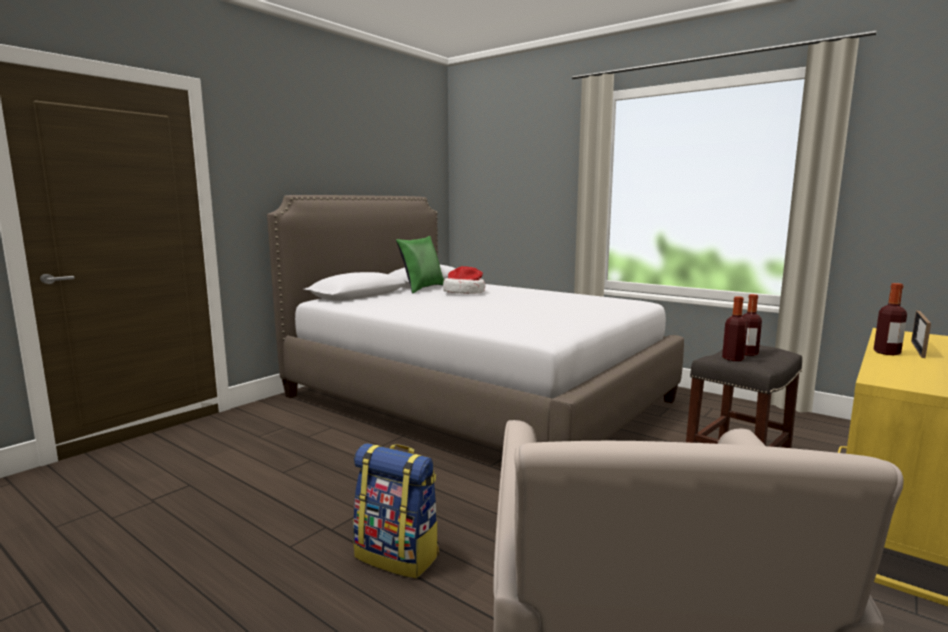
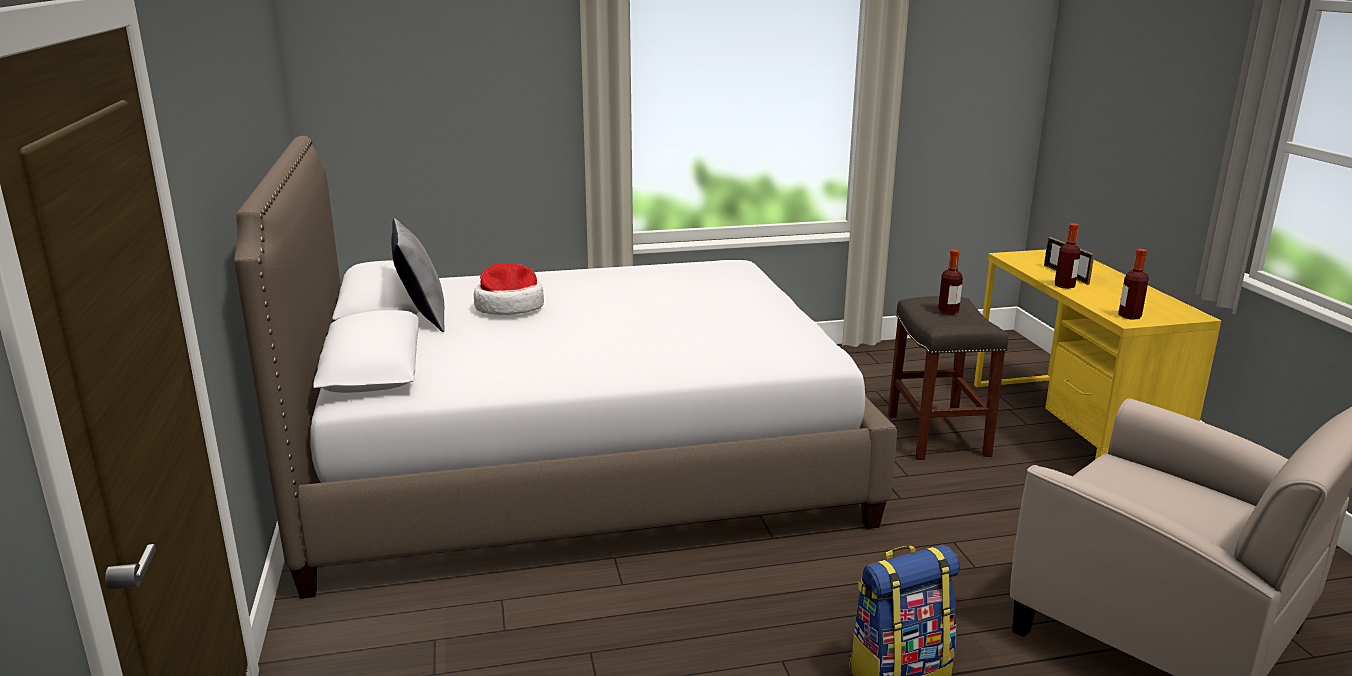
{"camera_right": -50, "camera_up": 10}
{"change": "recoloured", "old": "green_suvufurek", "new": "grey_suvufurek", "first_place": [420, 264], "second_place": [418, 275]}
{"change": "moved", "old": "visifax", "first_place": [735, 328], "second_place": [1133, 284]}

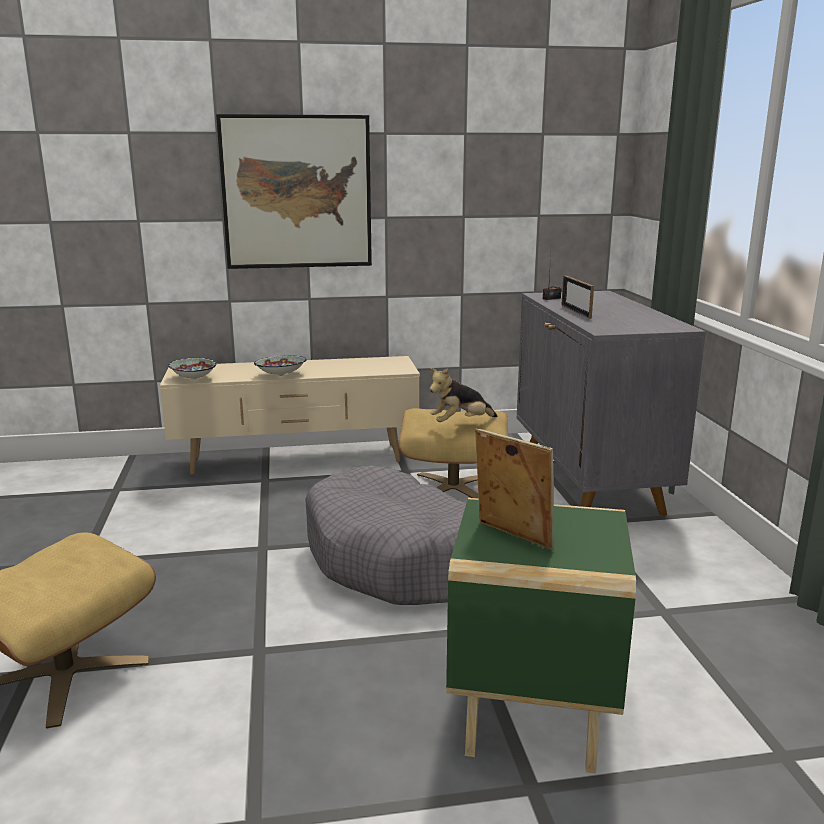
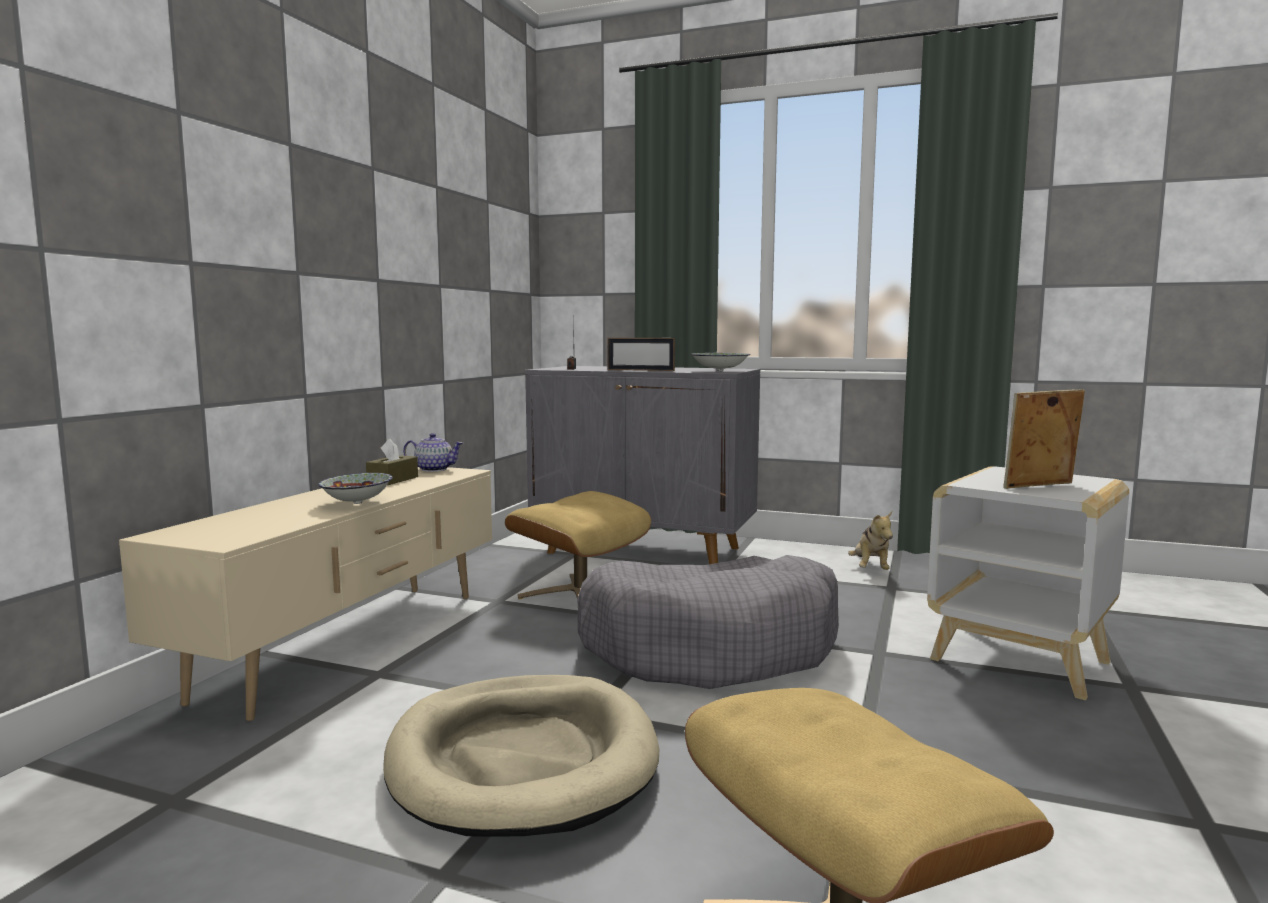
{"camera_right": -60, "camera_up": -10}
{"change": "added", "new": "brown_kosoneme", "second_place": [392, 462]}
{"change": "added", "new": "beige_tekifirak", "second_place": [521, 756]}
{"change": "added", "new": "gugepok", "second_place": [433, 452]}
{"change": "moved", "old": "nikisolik", "first_place": [192, 368], "second_place": [720, 362]}
{"change": "moved", "old": "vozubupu", "first_place": [463, 395], "second_place": [870, 540]}
{"change": "recoloured", "old": "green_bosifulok", "new": "white_bosifulok", "first_place": [541, 636], "second_place": [1028, 583]}
{"change": "removed", "old": "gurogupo", "first_place": [294, 191]}

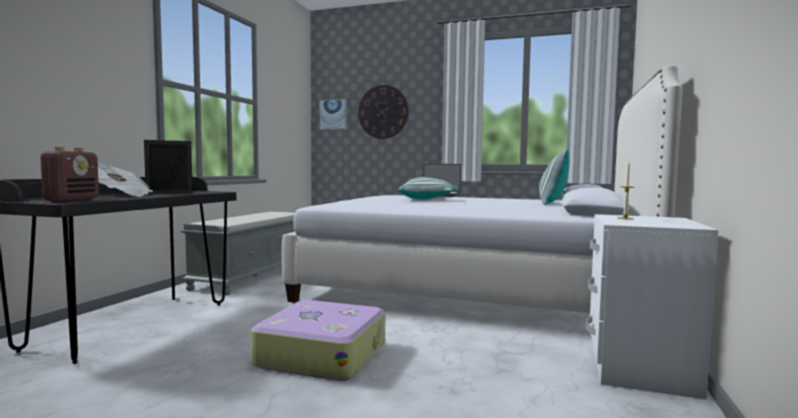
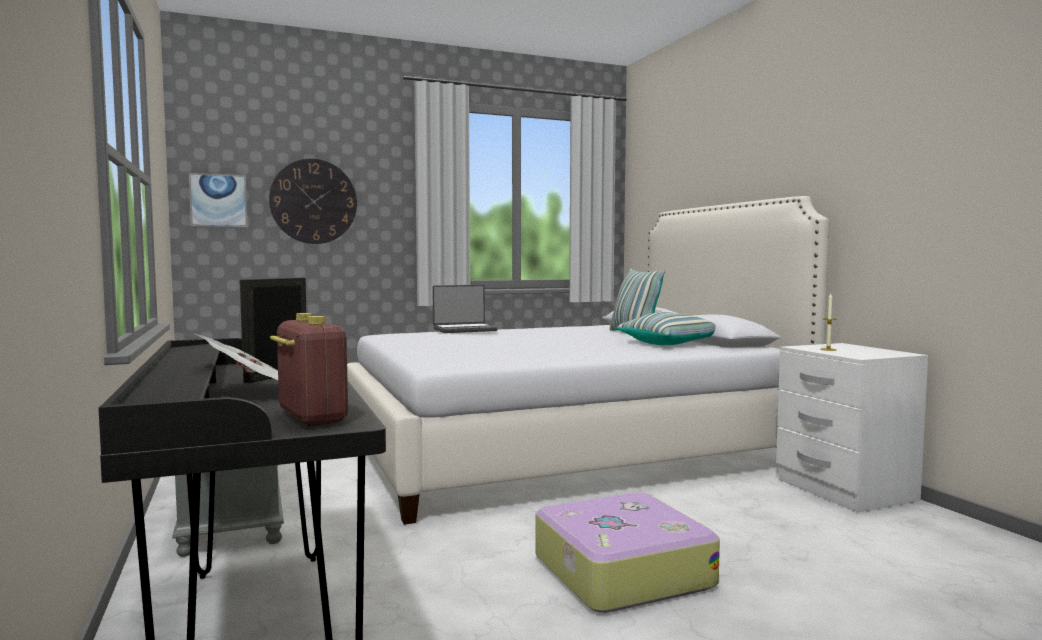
{"camera_right": -40, "camera_up": 0}
{"change": "moved", "old": "suvufurek", "first_place": [427, 188], "second_place": [666, 328]}

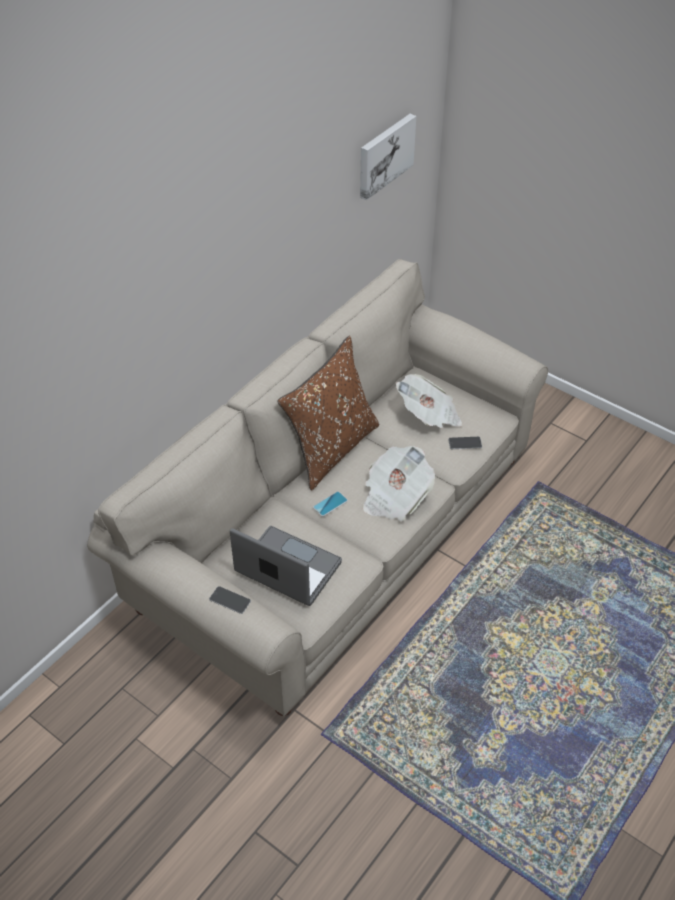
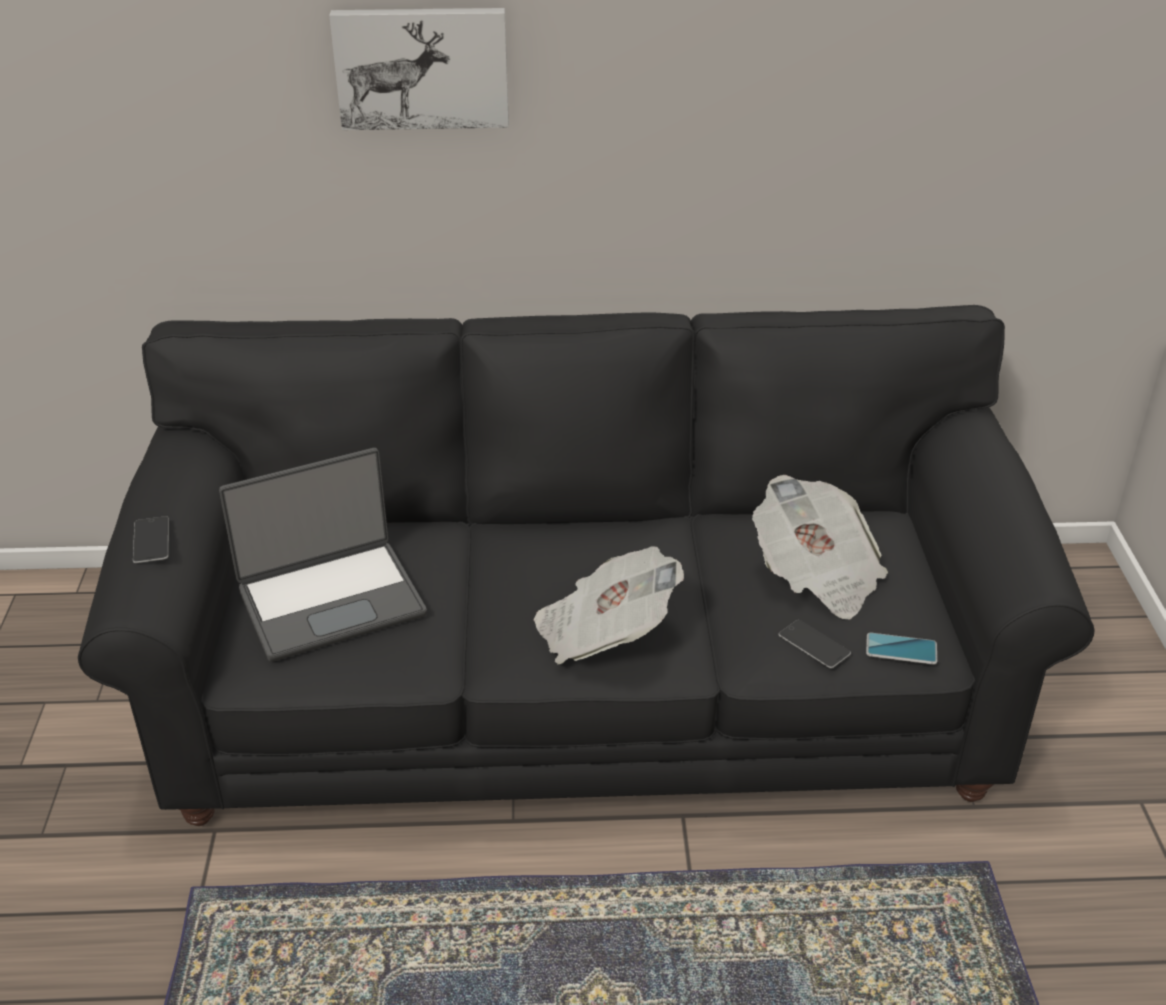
{"camera_right": 50, "camera_up": -10}
{"change": "recoloured", "old": "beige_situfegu", "new": "black_situfegu", "first_place": [317, 488], "second_place": [586, 565]}
{"change": "turned", "old": "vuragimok", "first_place": [286, 566], "second_place": [323, 555], "degrees": 75}
{"change": "moved", "old": "gurogupo", "first_place": [388, 157], "second_place": [419, 69]}
{"change": "moved", "old": "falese", "first_place": [330, 504], "second_place": [901, 648]}
{"change": "removed", "old": "brown_suvufurek", "first_place": [328, 413]}

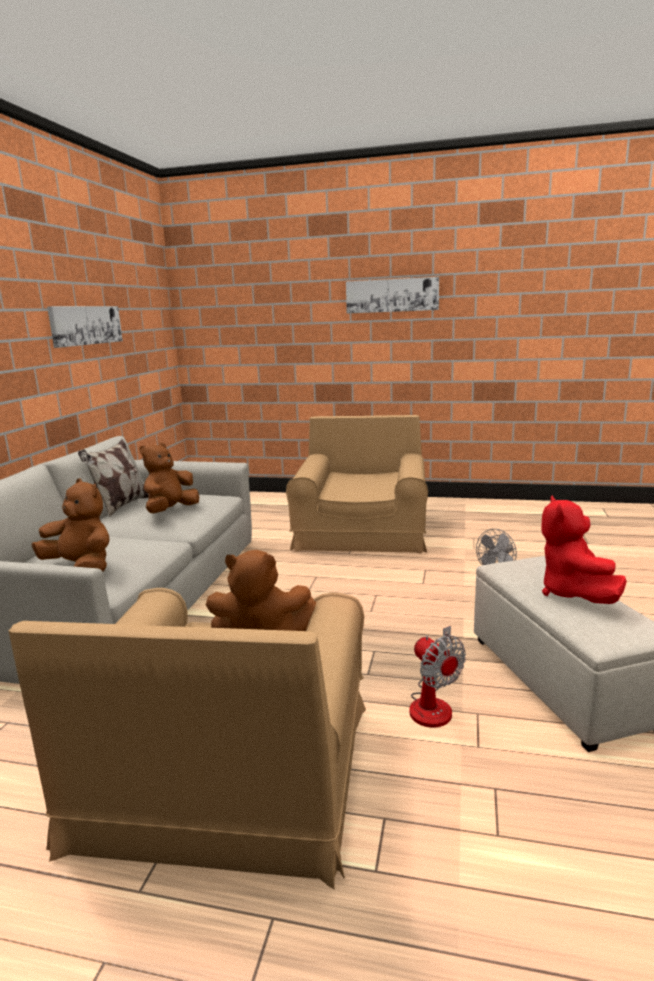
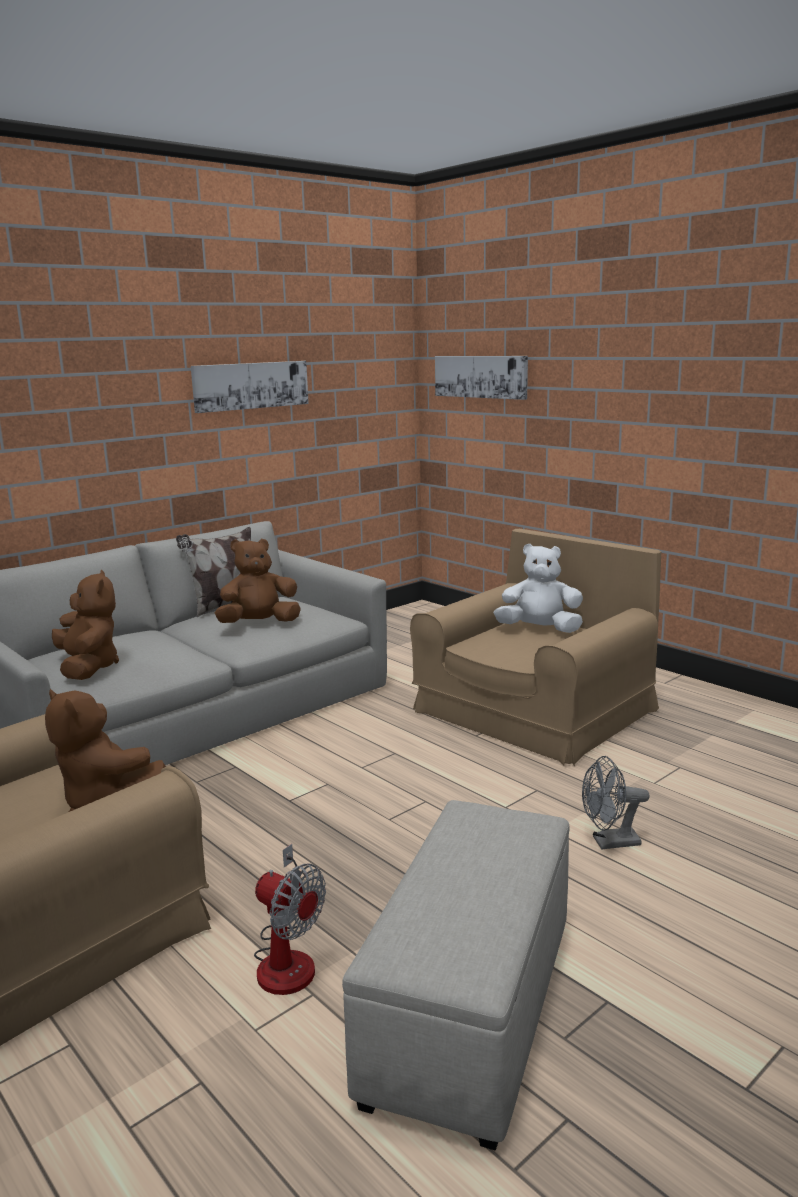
{"camera_right": 35, "camera_up": 0}
{"change": "turned", "old": "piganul", "first_place": [437, 677], "second_place": [290, 919], "degrees": -60}
{"change": "moved", "old": "gurogupo", "first_place": [392, 295], "second_place": [481, 378]}
{"change": "added", "new": "white_vozubupu", "second_place": [538, 588]}
{"change": "removed", "old": "red_vozubupu", "first_place": [584, 549]}

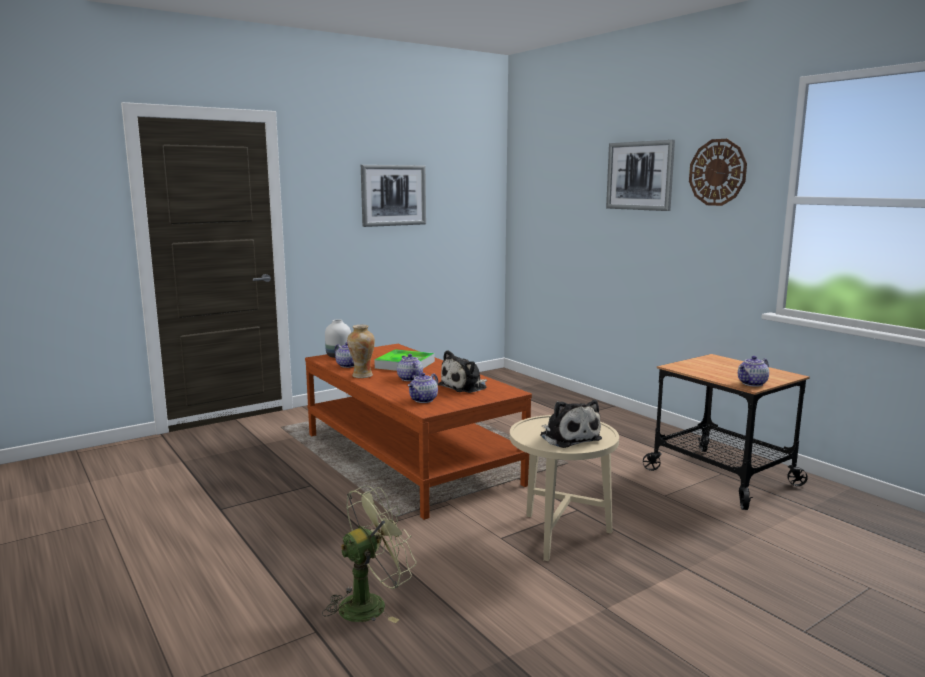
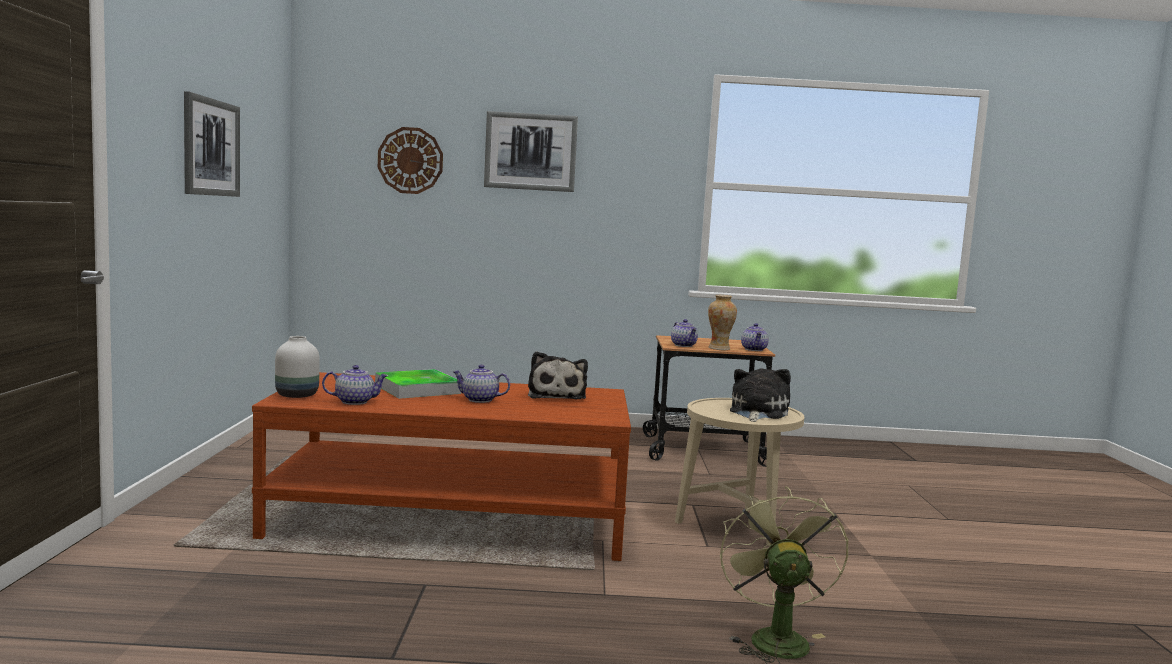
{"camera_right": -55, "camera_up": -5}
{"change": "moved", "old": "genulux", "first_place": [718, 172], "second_place": [410, 160]}
{"change": "moved", "old": "gugepok", "first_place": [423, 388], "second_place": [684, 333]}
{"change": "moved", "old": "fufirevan", "first_place": [361, 351], "second_place": [722, 322]}
{"change": "turned", "old": "vozubupu", "first_place": [571, 424], "second_place": [760, 395], "degrees": -75}

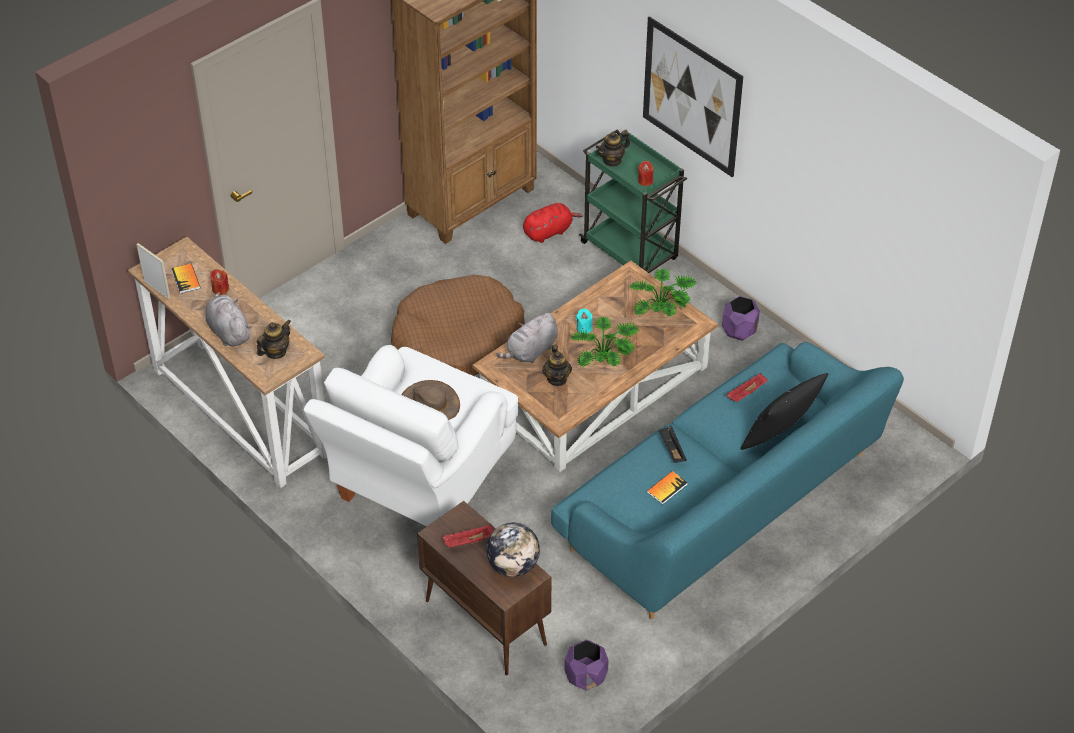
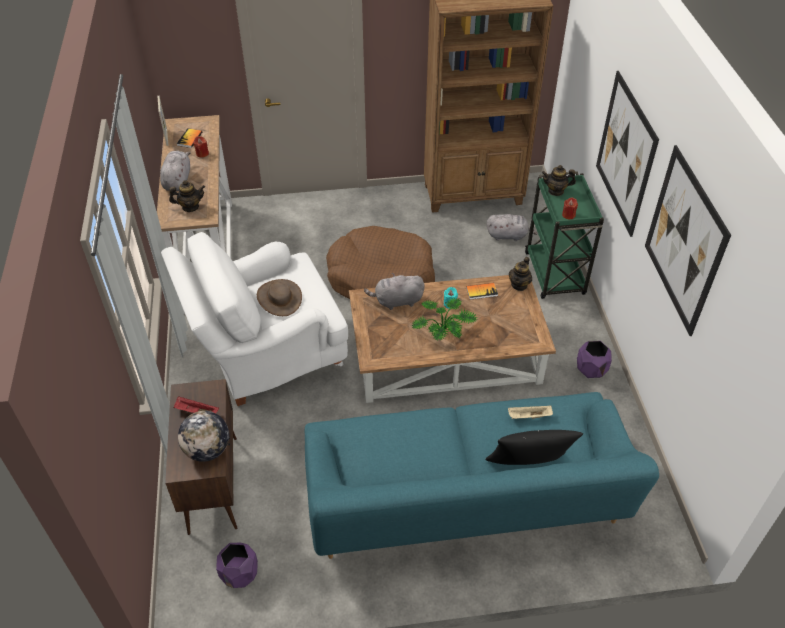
{"camera_right": 35, "camera_up": 0}
{"change": "moved", "old": "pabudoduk", "first_place": [667, 487], "second_place": [482, 291]}
{"change": "recoloured", "old": "red_vozubupu", "new": "grey_vozubupu", "first_place": [553, 223], "second_place": [512, 227]}
{"change": "recoloured", "old": "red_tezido", "new": "beige_tezido", "first_place": [747, 387], "second_place": [530, 412]}
{"change": "moved", "old": "gugepok", "first_place": [557, 365], "second_place": [520, 274]}
{"change": "added", "new": "gurogupo", "second_place": [688, 240]}
{"change": "removed", "old": "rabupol", "first_place": [663, 292]}
{"change": "removed", "old": "black_tezido", "first_place": [672, 444]}

